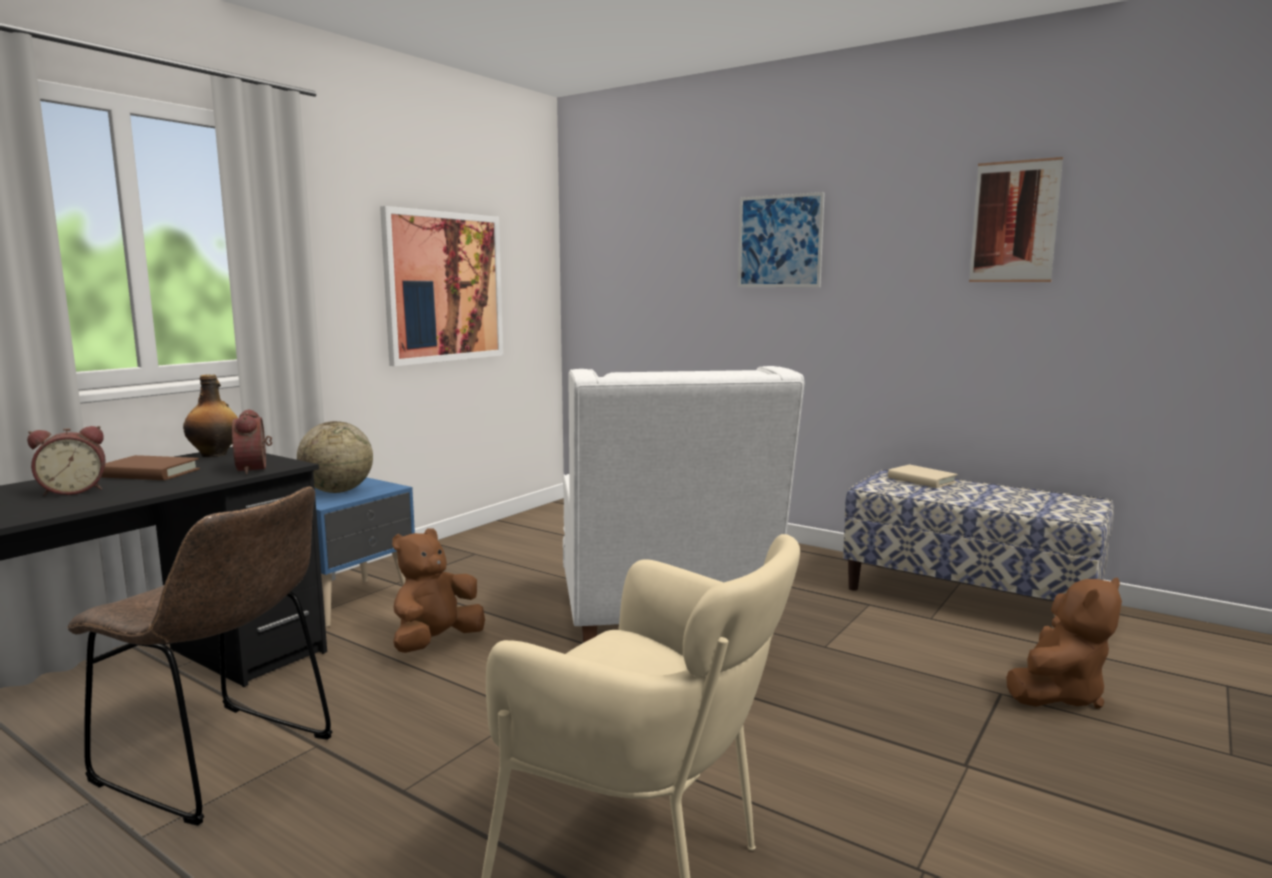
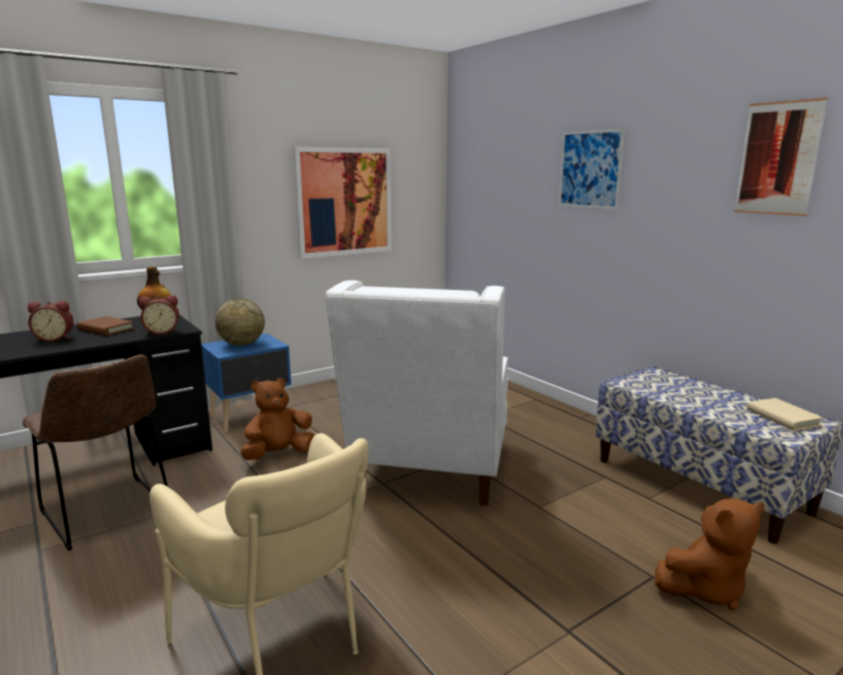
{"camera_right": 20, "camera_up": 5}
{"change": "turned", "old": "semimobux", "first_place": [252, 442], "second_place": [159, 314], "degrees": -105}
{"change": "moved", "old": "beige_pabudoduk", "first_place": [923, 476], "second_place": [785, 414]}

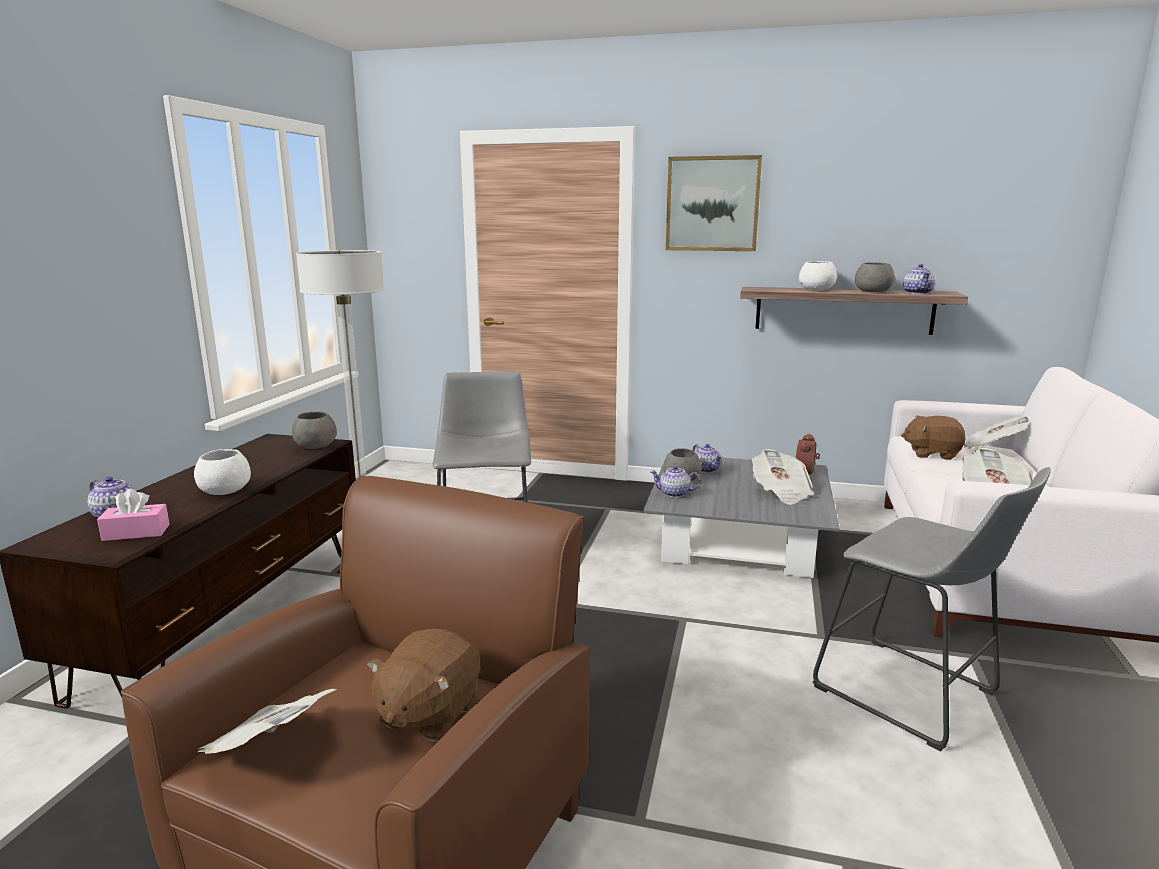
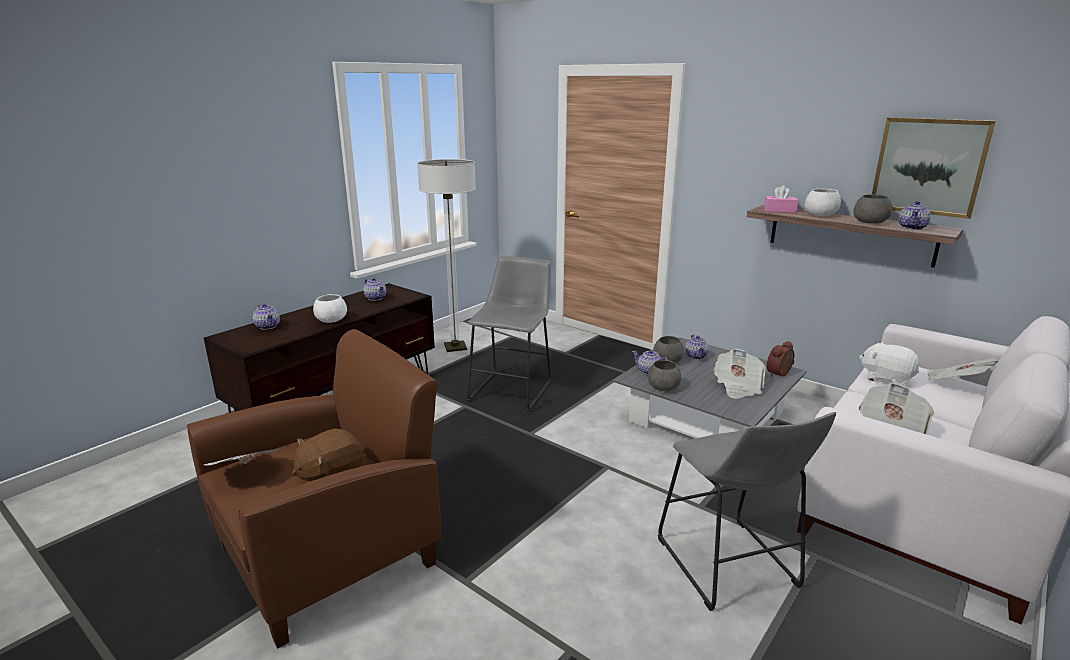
{"camera_right": 25, "camera_up": 5}
{"change": "added", "new": "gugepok", "second_place": [374, 289]}
{"change": "moved", "old": "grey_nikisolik", "first_place": [314, 430], "second_place": [664, 375]}
{"change": "moved", "old": "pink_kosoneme", "first_place": [133, 515], "second_place": [781, 199]}
{"change": "recoloured", "old": "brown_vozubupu", "new": "white_vozubupu", "first_place": [933, 438], "second_place": [889, 363]}
{"change": "moved", "old": "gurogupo", "first_place": [714, 203], "second_place": [934, 168]}

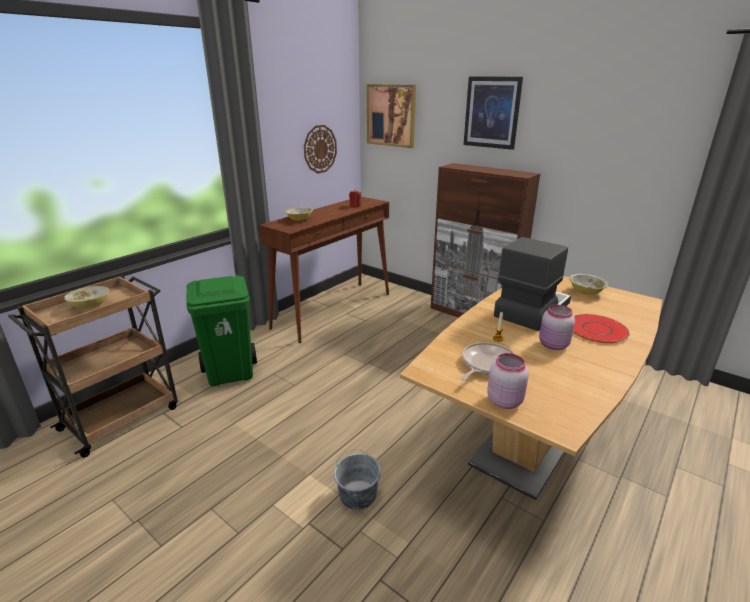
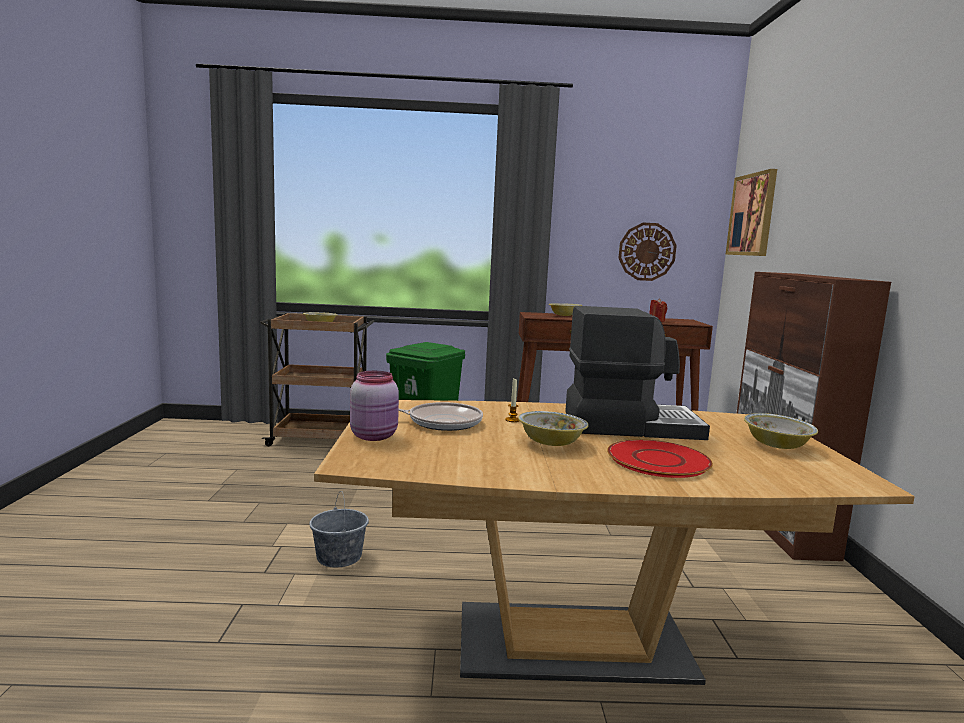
{"camera_right": 50, "camera_up": -15}
{"change": "replaced", "old": "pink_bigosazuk", "new": "nikisolik", "first_place": [557, 327], "second_place": [553, 428]}
{"change": "removed", "old": "gurogupo", "first_place": [493, 113]}

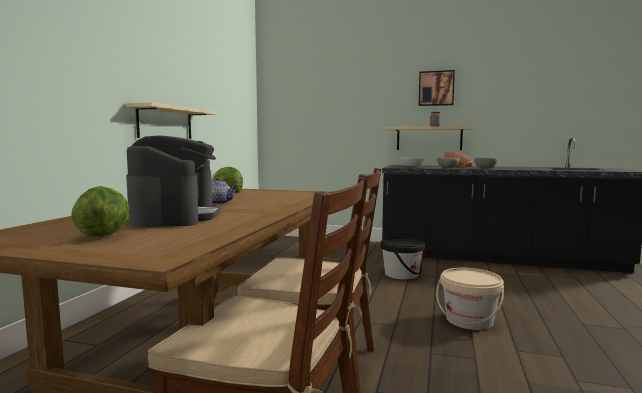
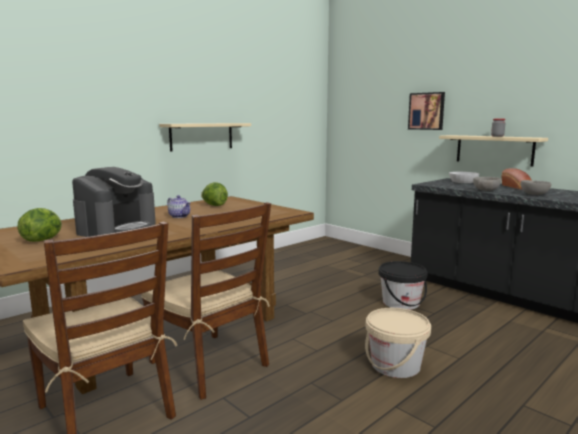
{"camera_right": 30, "camera_up": 5}
{"change": "moved", "old": "gurogupo", "first_place": [437, 88], "second_place": [426, 111]}

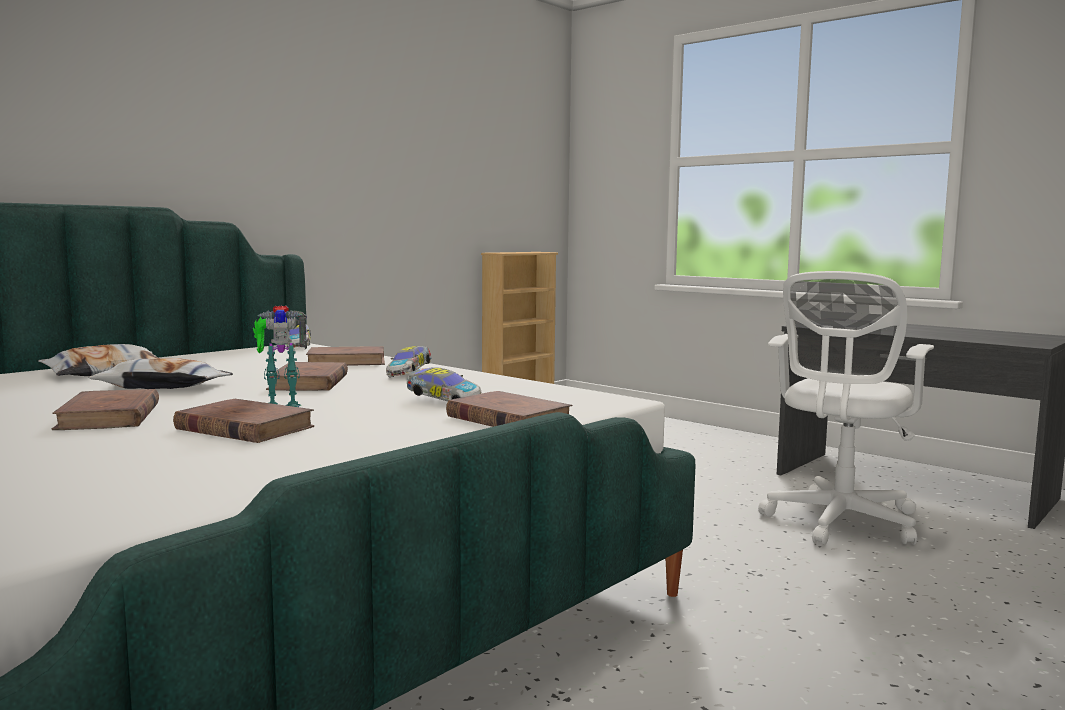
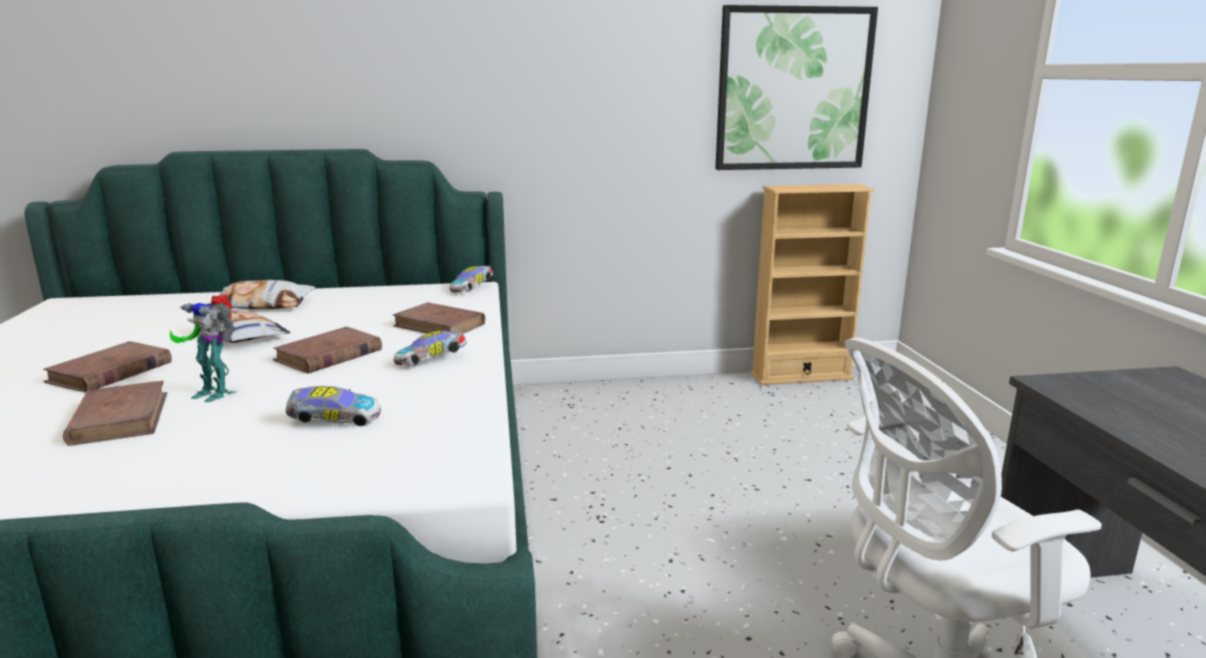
{"camera_right": 40, "camera_up": 10}
{"change": "turned", "old": "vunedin", "first_place": [444, 384], "second_place": [333, 406], "degrees": -75}
{"change": "added", "new": "gurogupo", "second_place": [796, 87]}
{"change": "removed", "old": "brown_pabudoduk", "first_place": [509, 409]}

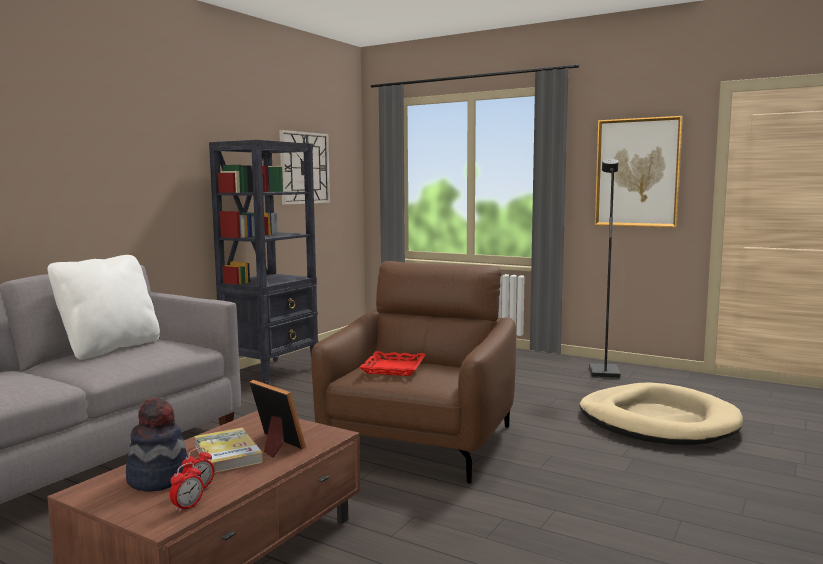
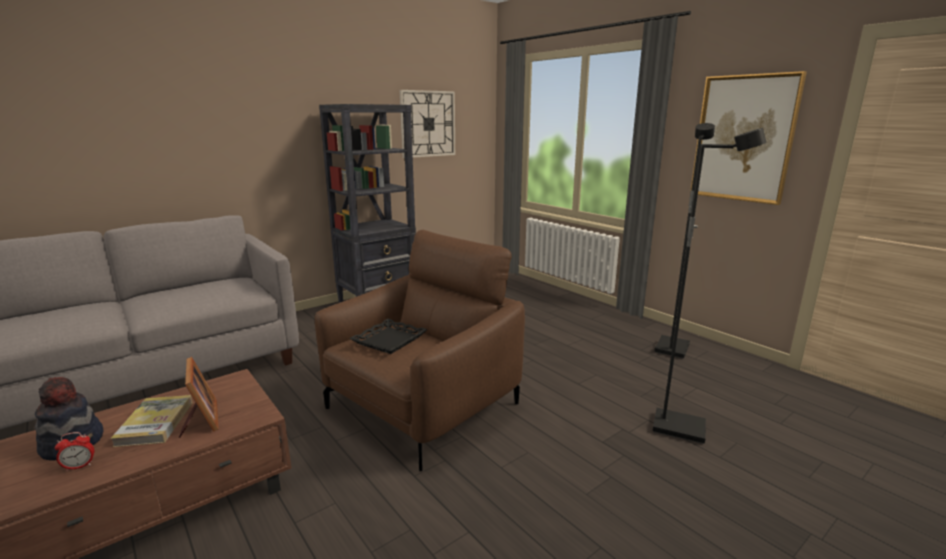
{"camera_right": 20, "camera_up": 10}
{"change": "recoloured", "old": "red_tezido", "new": "black_tezido", "first_place": [392, 363], "second_place": [388, 336]}
{"change": "replaced", "old": "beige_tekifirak", "new": "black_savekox", "first_place": [661, 413], "second_place": [709, 286]}
{"change": "removed", "old": "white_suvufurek", "first_place": [103, 307]}
{"change": "removed", "old": "semimobux", "first_place": [187, 487]}

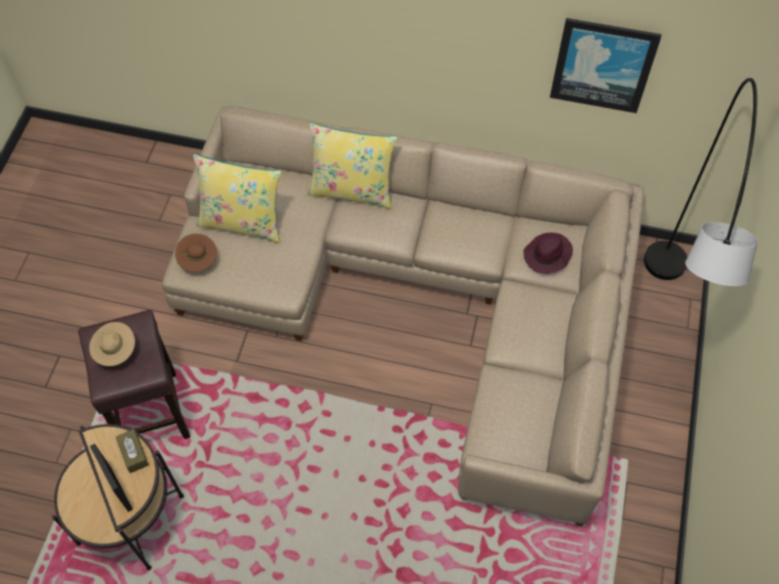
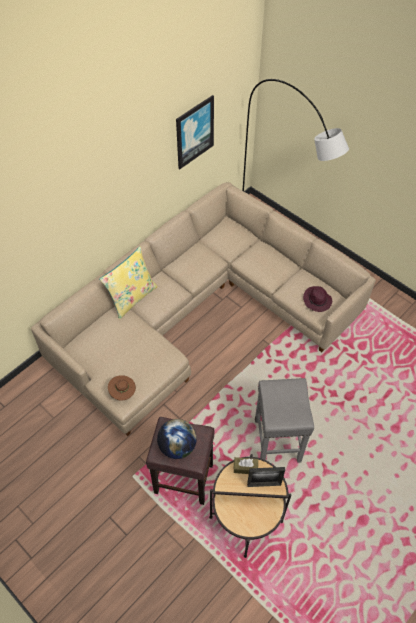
{"camera_right": -60, "camera_up": -5}
{"change": "replaced", "old": "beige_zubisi", "new": "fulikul", "first_place": [112, 344], "second_place": [177, 439]}
{"change": "added", "new": "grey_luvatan", "second_place": [284, 420]}
{"change": "moved", "old": "purple_zubisi", "first_place": [548, 253], "second_place": [317, 299]}
{"change": "removed", "old": "yellow_suvufurek", "first_place": [237, 198]}

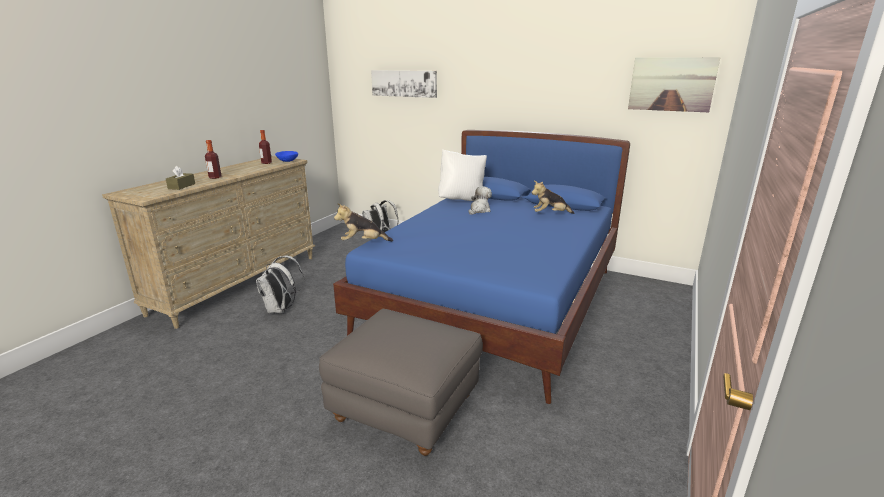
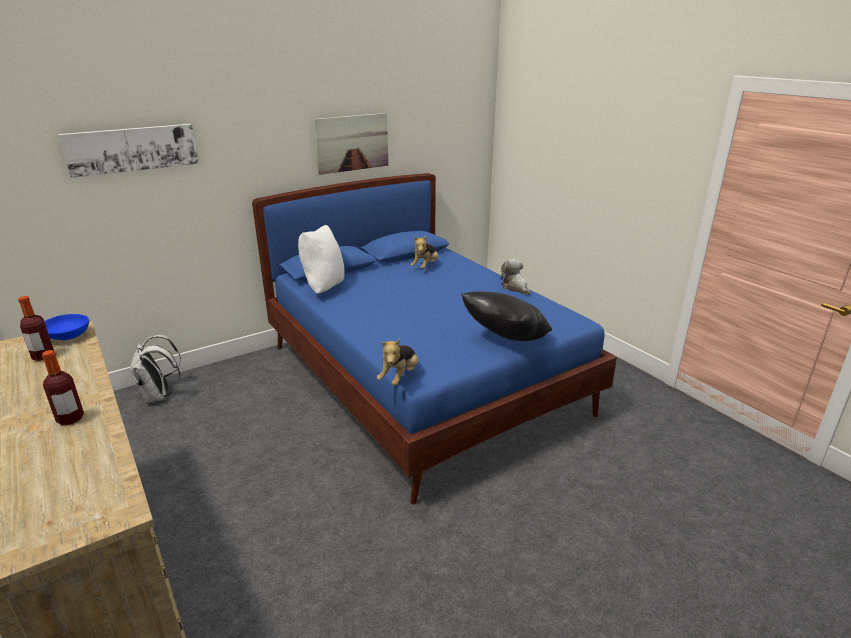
{"camera_right": -60, "camera_up": 5}
{"change": "moved", "old": "gurogupo", "first_place": [674, 84], "second_place": [351, 144]}
{"change": "added", "new": "black_suvufurek", "second_place": [506, 316]}
{"change": "moved", "old": "vozubupu", "first_place": [480, 200], "second_place": [515, 277]}
{"change": "removed", "old": "brown_kosoneme", "first_place": [180, 178]}
{"change": "removed", "old": "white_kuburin", "first_place": [280, 284]}
{"change": "removed", "old": "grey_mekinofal", "first_place": [401, 382]}

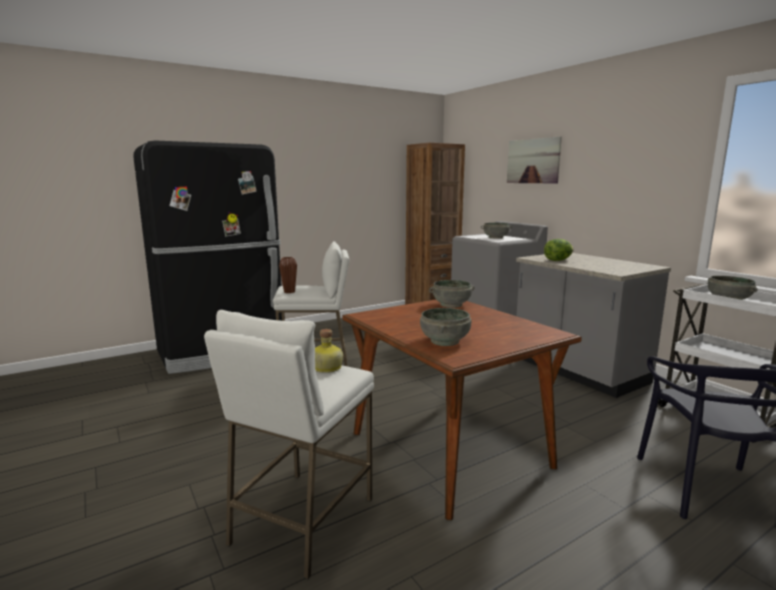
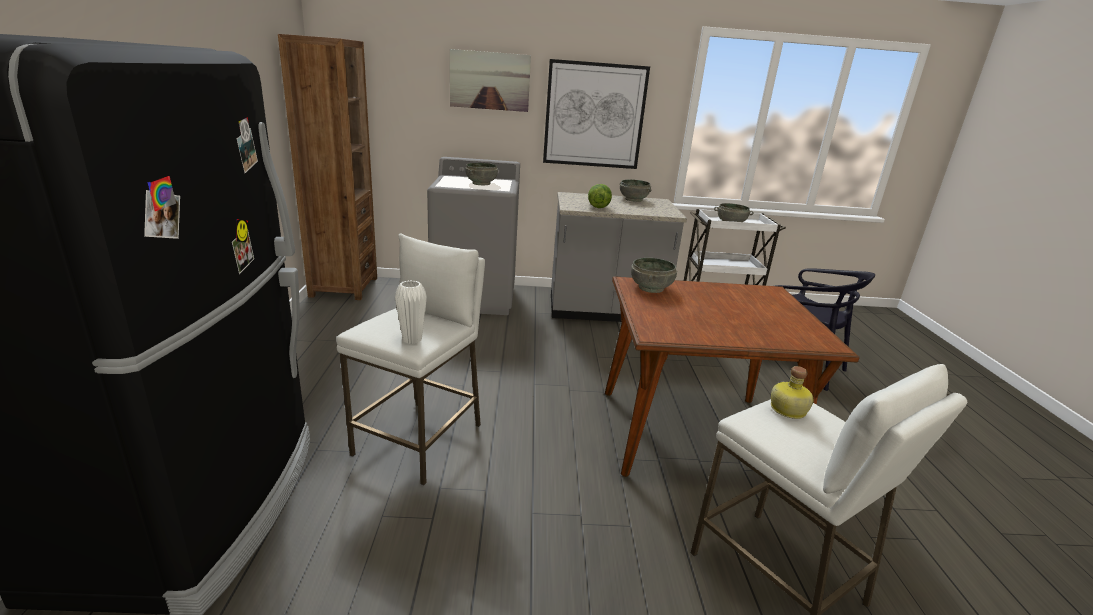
{"camera_right": -60, "camera_up": 10}
{"change": "recoloured", "old": "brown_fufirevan", "new": "white_fufirevan", "first_place": [288, 275], "second_place": [411, 312]}
{"change": "added", "new": "gurogupo", "second_place": [596, 114]}
{"change": "moved", "old": "grey_nikisolik", "first_place": [445, 327], "second_place": [635, 190]}

